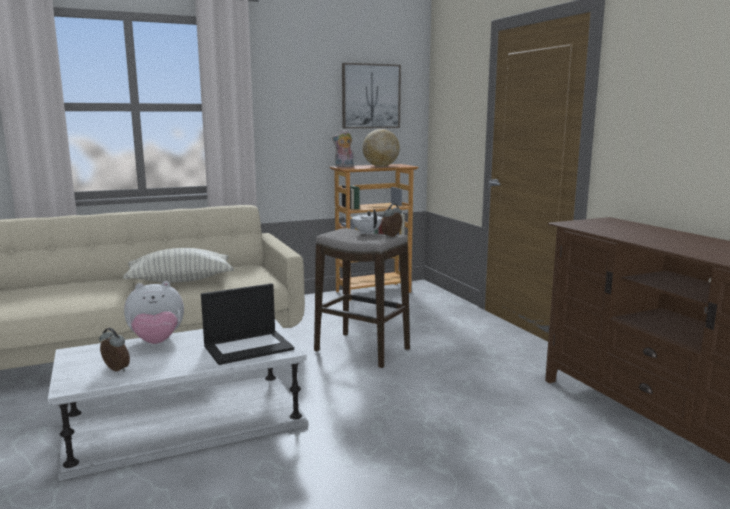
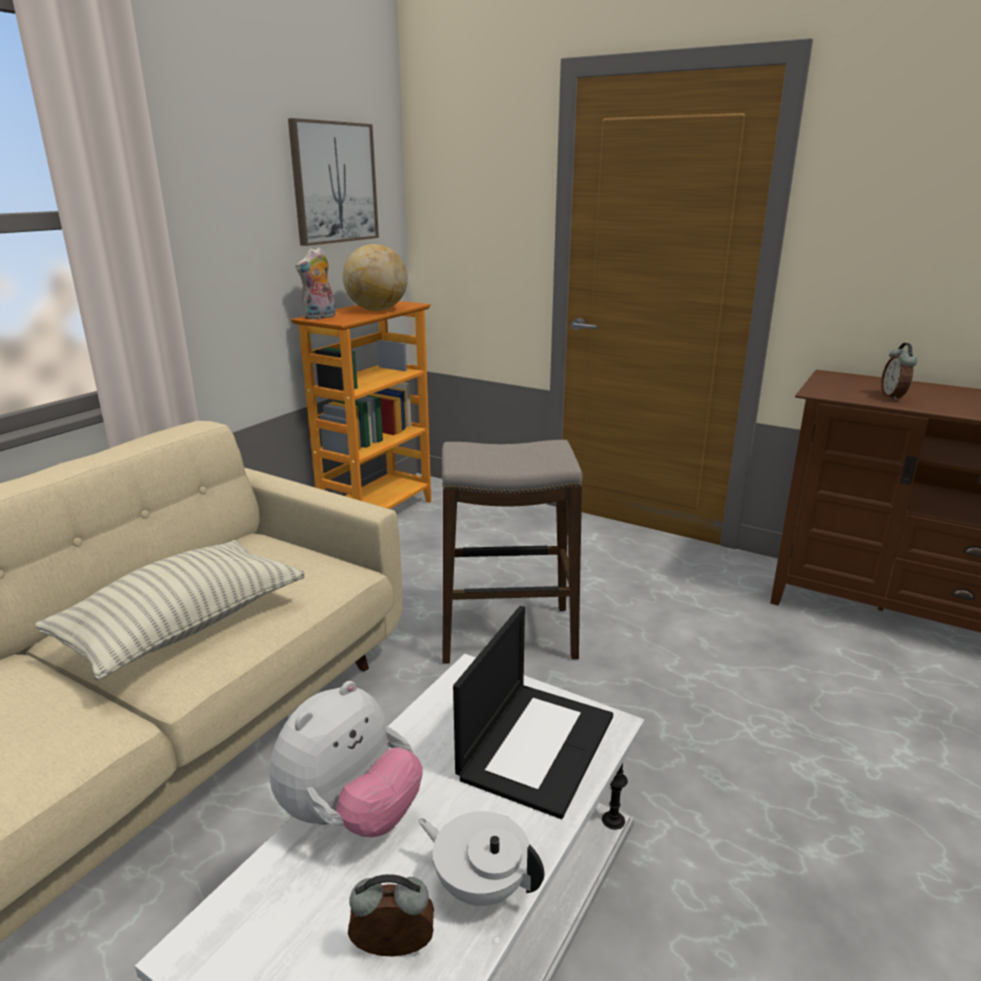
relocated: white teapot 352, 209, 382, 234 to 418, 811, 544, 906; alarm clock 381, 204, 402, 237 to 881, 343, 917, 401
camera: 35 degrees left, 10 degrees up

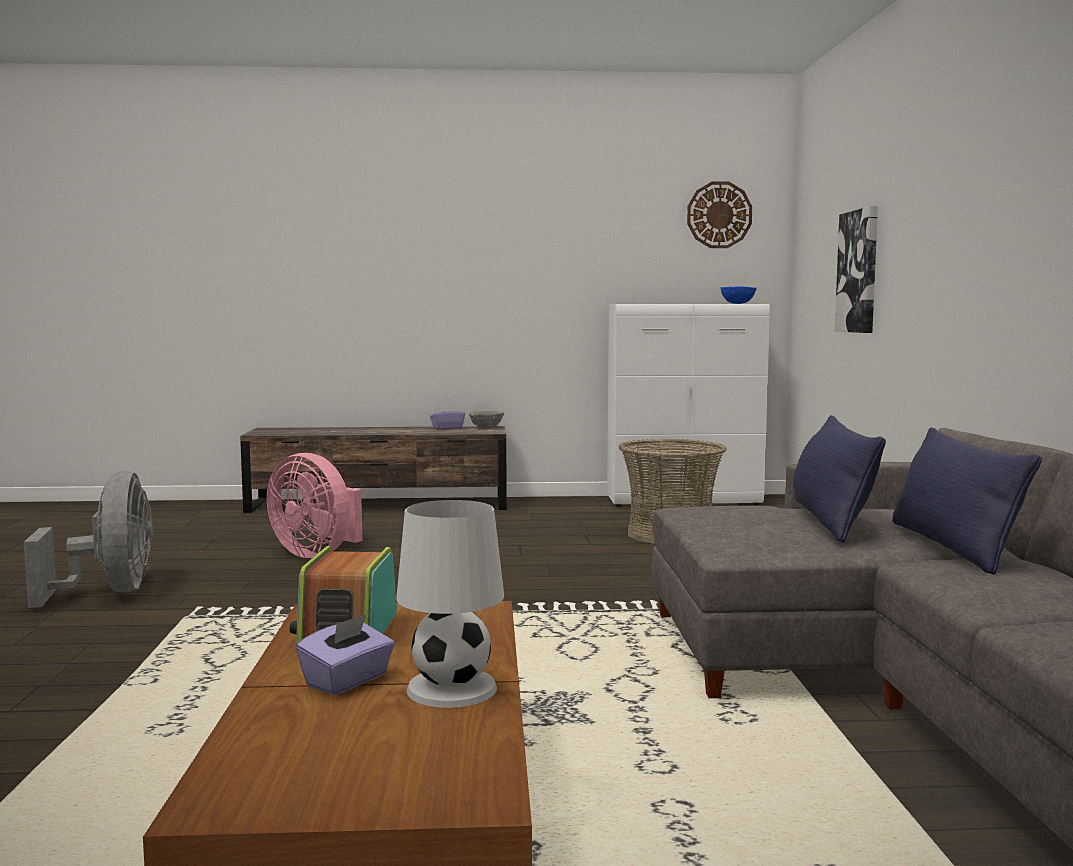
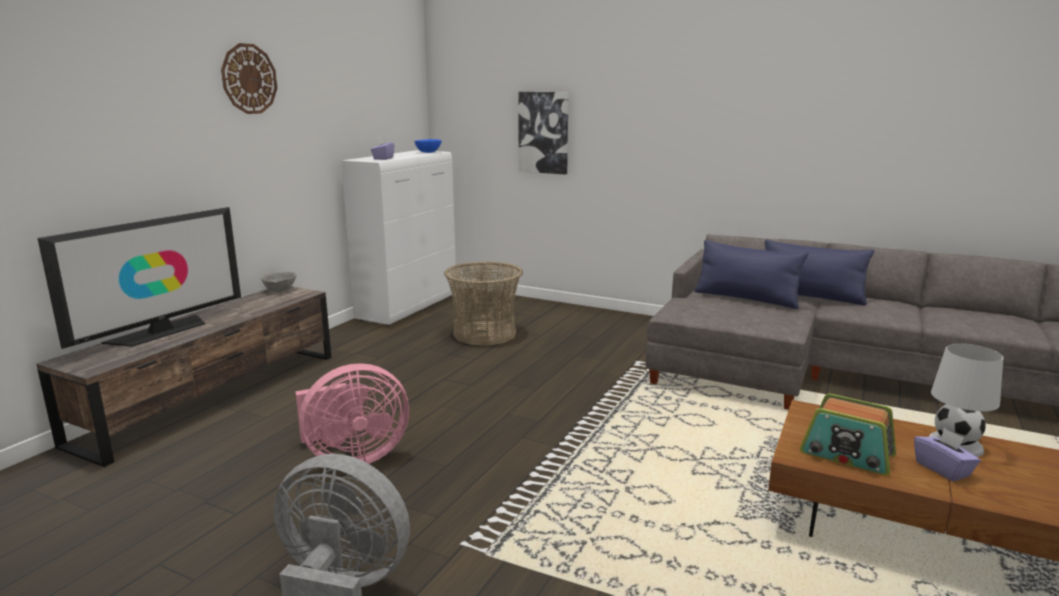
appeared: television 38, 207, 241, 349
relocated: purple tissue box 430, 404, 465, 430 to 371, 137, 394, 160; wall clock 687, 181, 752, 248 to 221, 43, 277, 114
camera: 60 degrees left, 10 degrees up

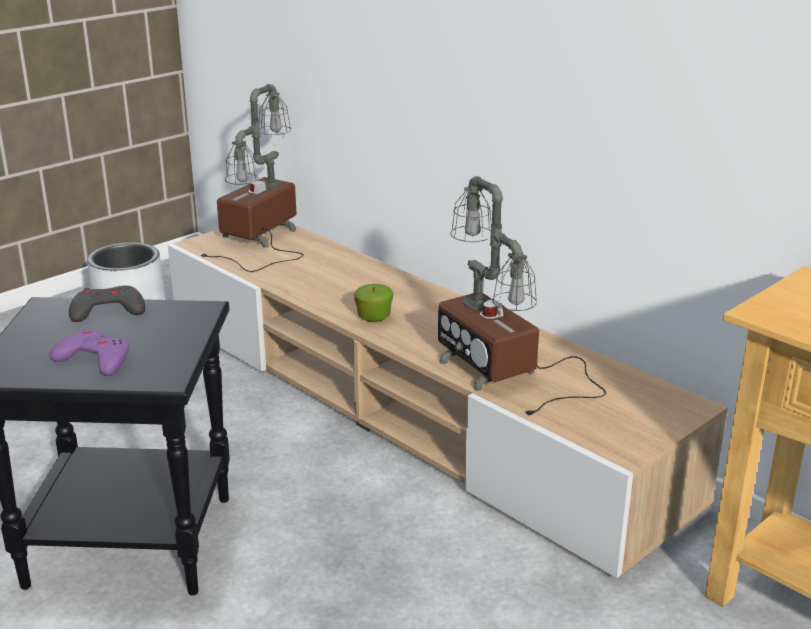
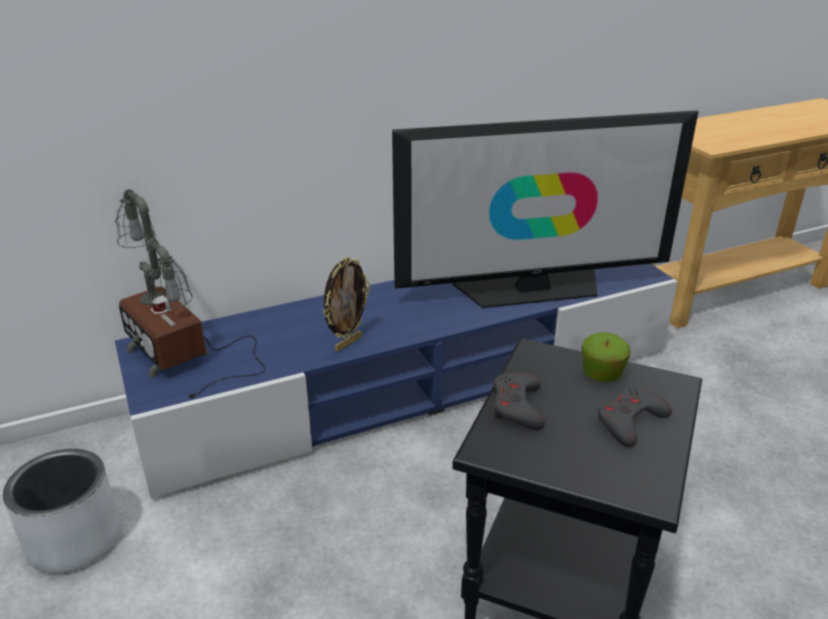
appeared: picture frame 323, 257, 370, 352
relocated: apple 354, 284, 393, 322 to 582, 332, 631, 382
exchanged: table lamp 438, 176, 606, 416 to television 392, 110, 699, 308
colour: purple game controller 50, 329, 130, 376 to grey game controller 598, 387, 672, 447; beige tv stand 168, 225, 728, 578 to blue tv stand 115, 264, 678, 498
camera: 70 degrees left, 5 degrees up

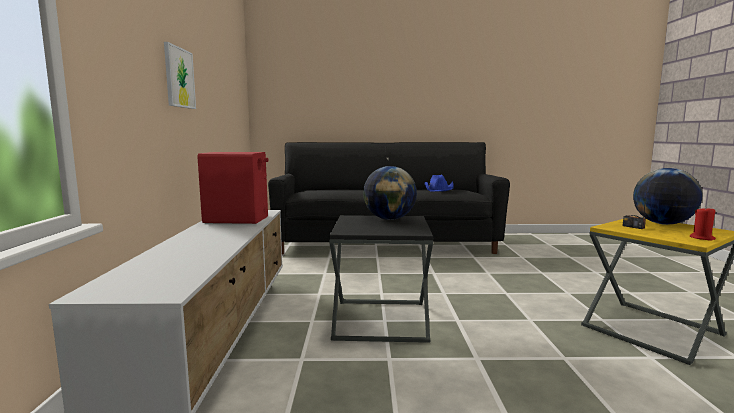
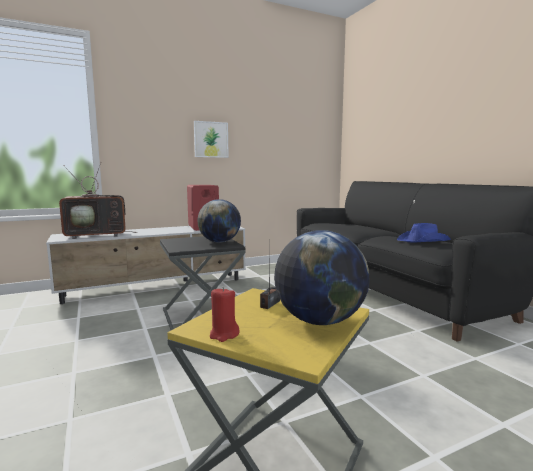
appeared: television 59, 163, 137, 239
camera: 65 degrees right, 0 degrees up

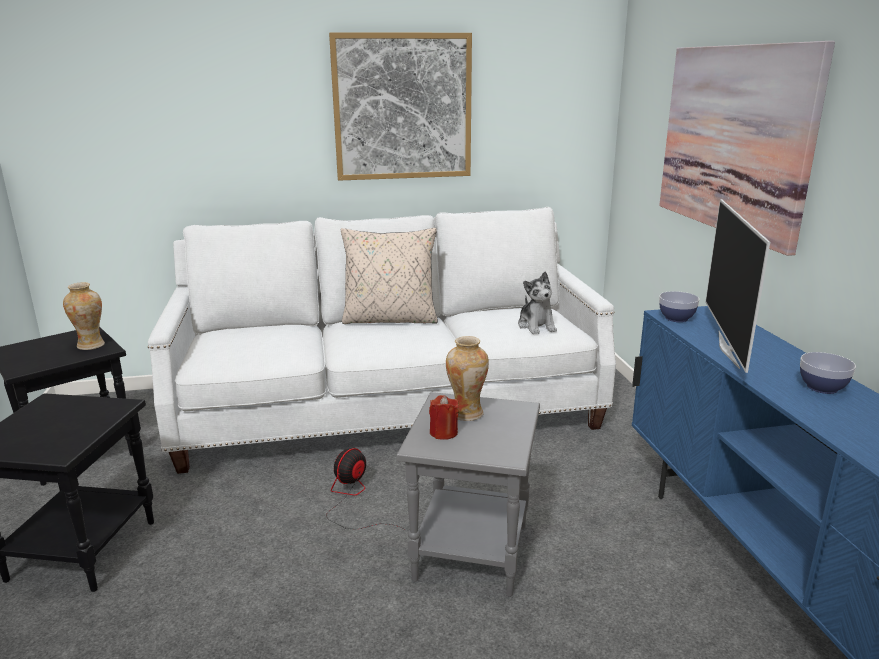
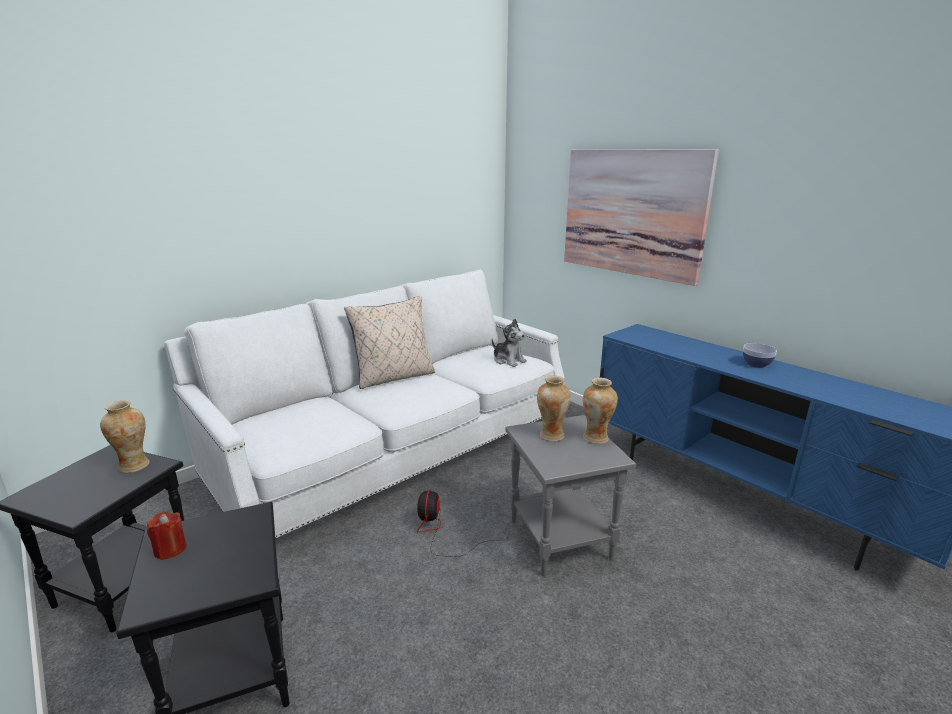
missing: picture 329, 32, 472, 181; bowl 659, 291, 699, 322; television 705, 199, 770, 373
appeared: vase 583, 378, 618, 444
relocated: red candle 429, 395, 459, 440 to 147, 512, 187, 560
camera: 30 degrees left, 0 degrees up

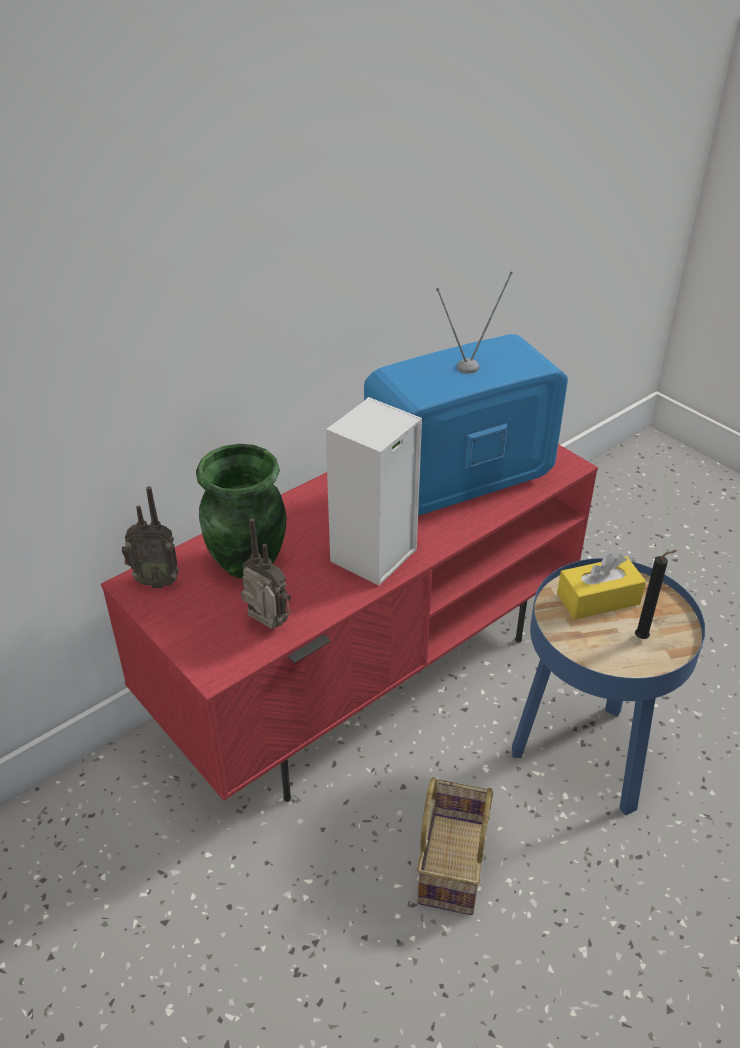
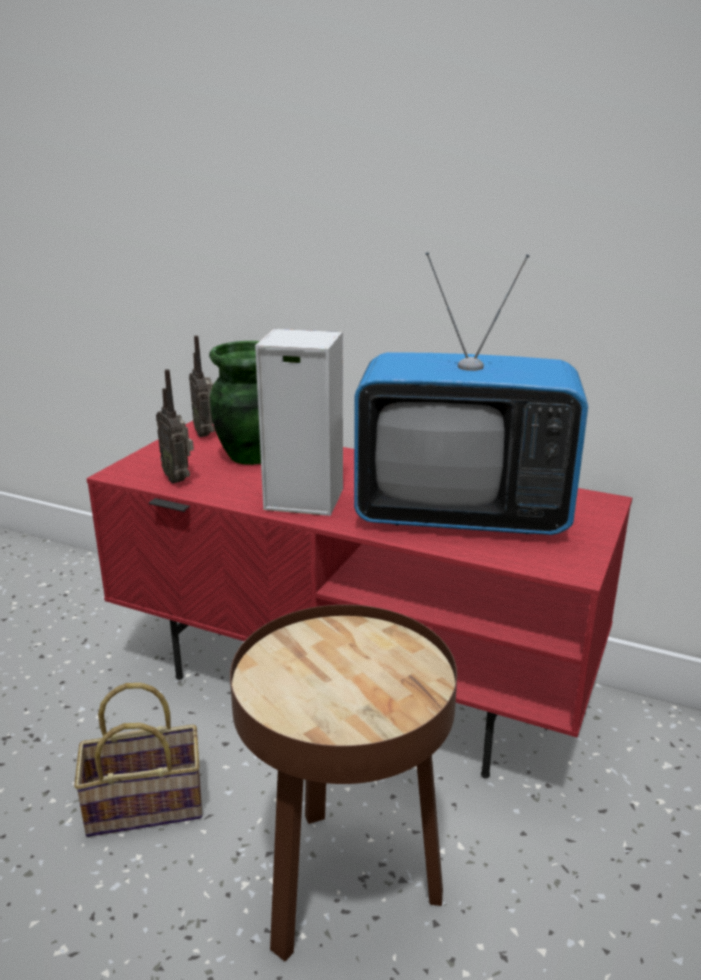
missing: yellow tissue box 557, 554, 646, 620; black candle 635, 550, 677, 639
colour: blue side table 512, 558, 705, 815 to brown side table 230, 605, 457, 961
spun: radio 241, 518, 291, 629 = 156, 369, 194, 484 135 degrees clockwise; television 364, 271, 568, 516 = 354, 252, 588, 535 150 degrees clockwise
camera: 65 degrees right, 15 degrees down

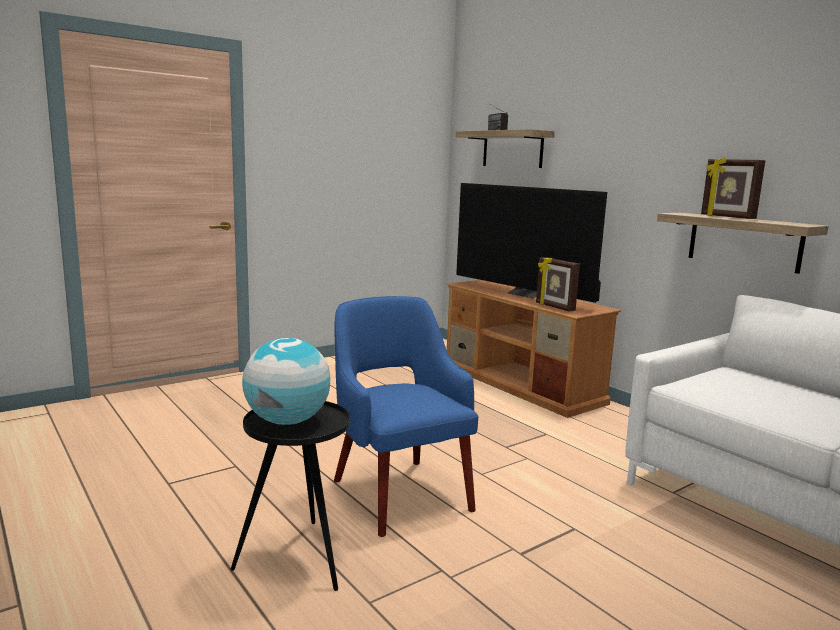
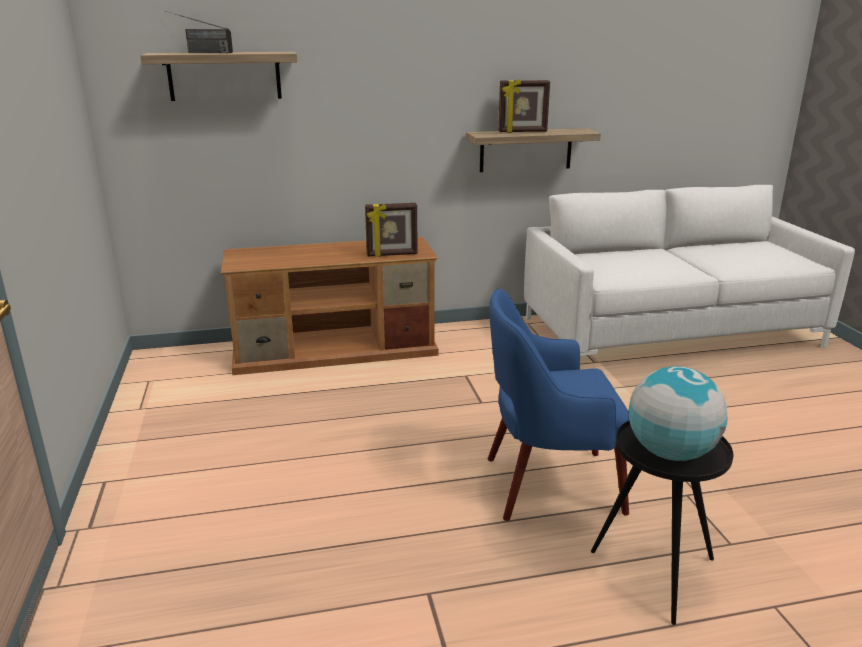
missing: television 456, 183, 607, 303
camera: 65 degrees left, 10 degrees up

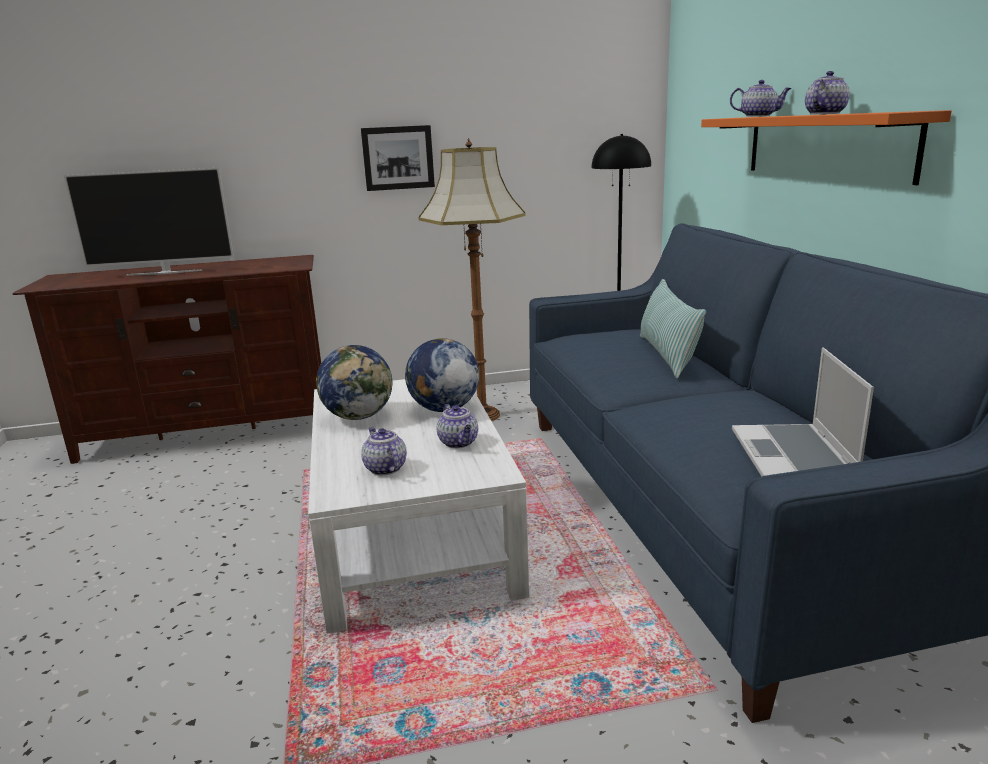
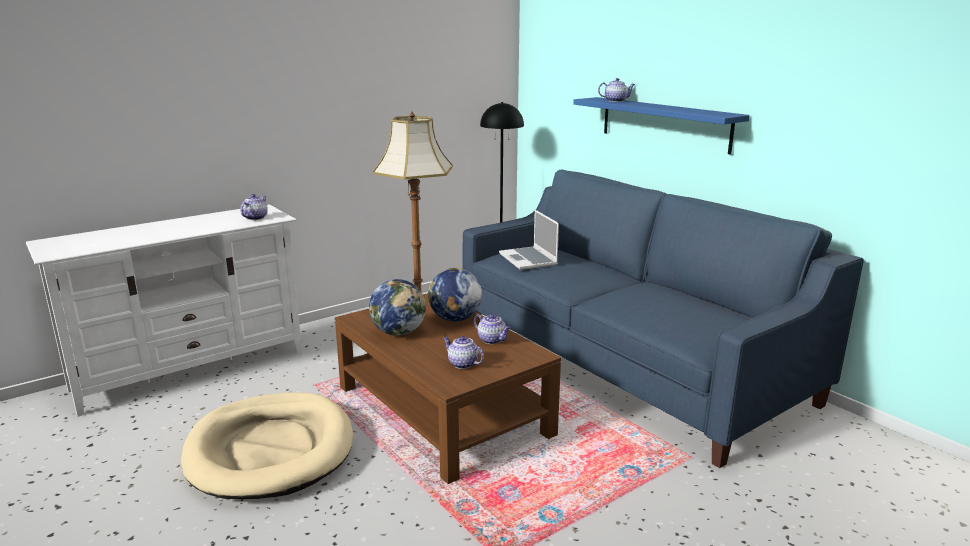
missing: television 63, 168, 234, 276; picture 361, 125, 435, 191; pillow 640, 279, 706, 379
appeared: beige dog bed 181, 392, 353, 499
relocated: laptop 732, 348, 874, 476 to 499, 210, 559, 270; teapot 805, 71, 850, 115 to 240, 194, 268, 220
colour: brown tv stand 13, 255, 321, 464 to white tv stand 26, 204, 302, 417; white coffee table 308, 379, 529, 634 to brown coffee table 335, 293, 561, 484; orange shelf 701, 110, 952, 185 to blue shelf 573, 97, 750, 155
camera: 25 degrees left, 0 degrees up

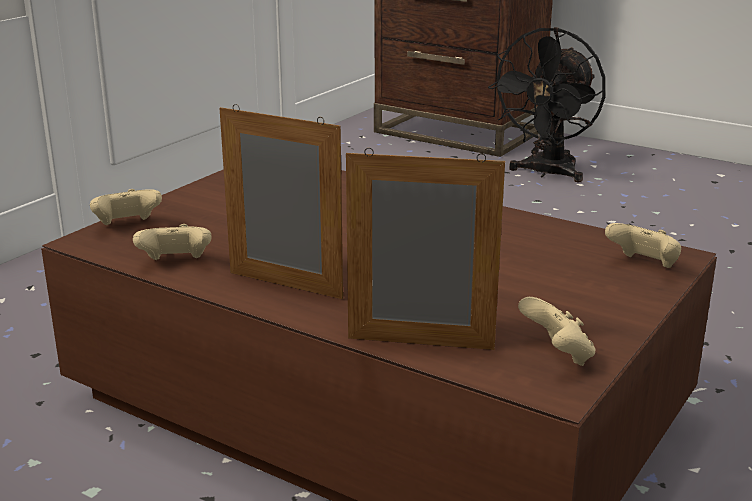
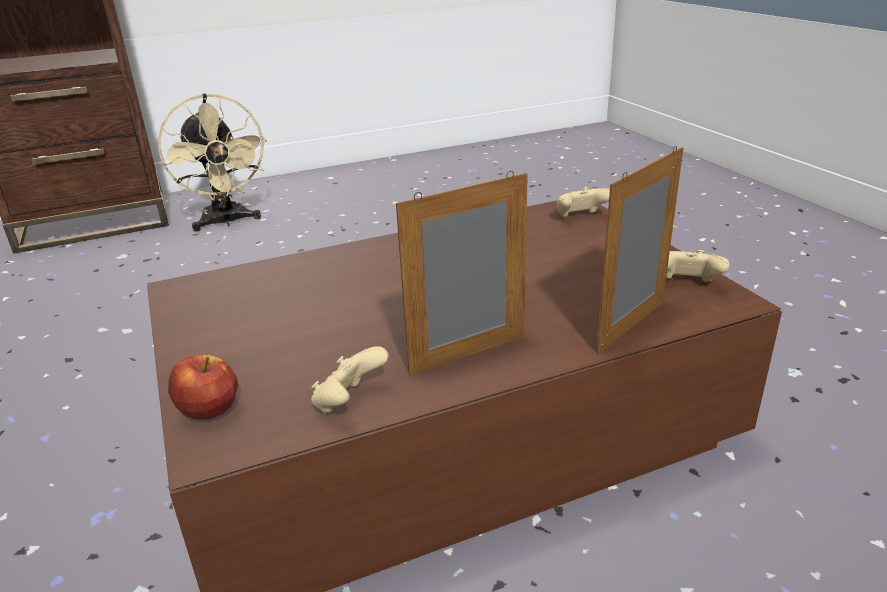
exchanged: beige game controller 90, 189, 162, 225 to apple 168, 354, 238, 419
colour: black fan 488, 27, 605, 182 to beige fan 158, 93, 267, 231
camera: 55 degrees left, 5 degrees up

